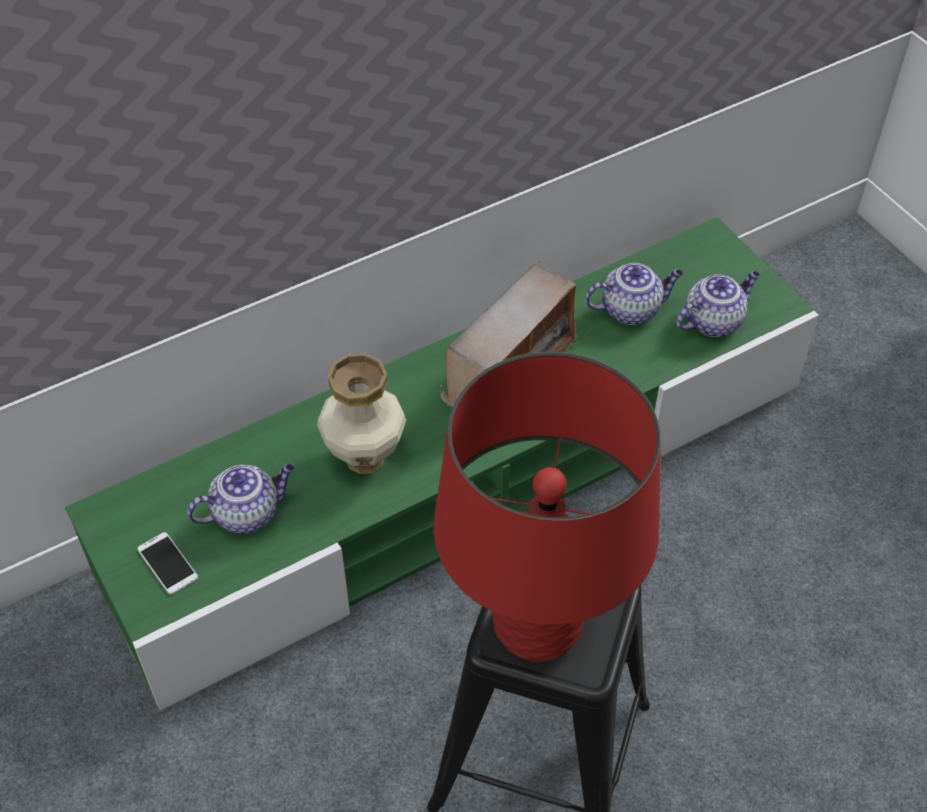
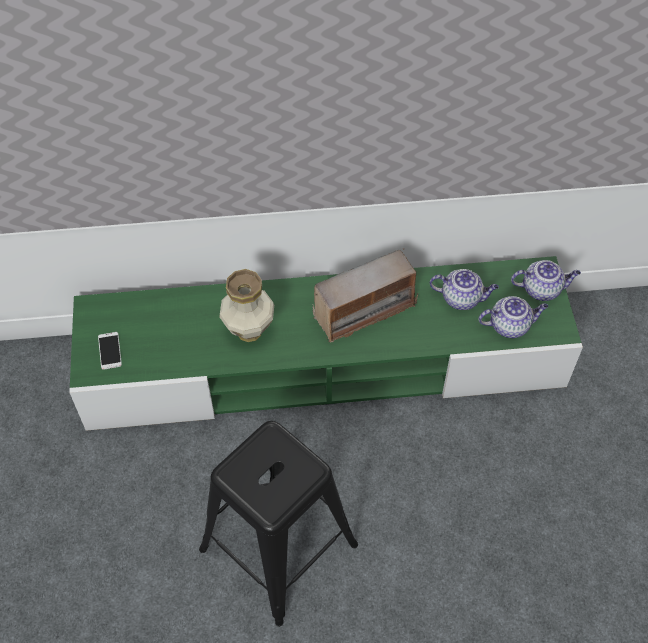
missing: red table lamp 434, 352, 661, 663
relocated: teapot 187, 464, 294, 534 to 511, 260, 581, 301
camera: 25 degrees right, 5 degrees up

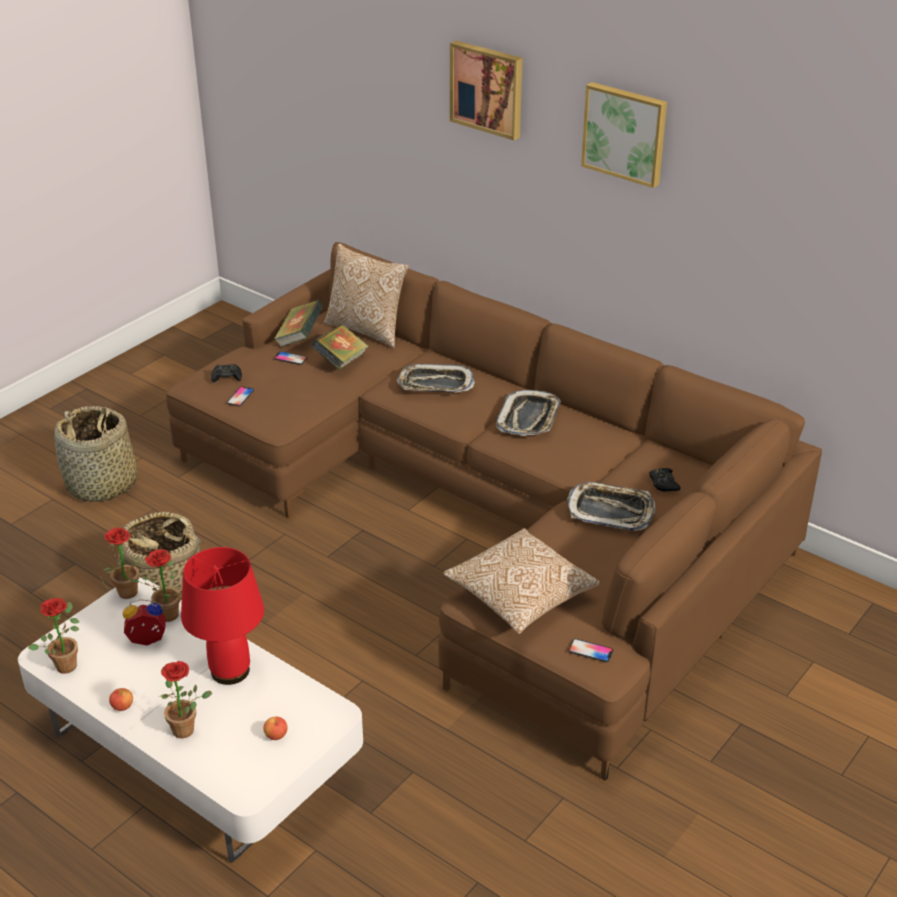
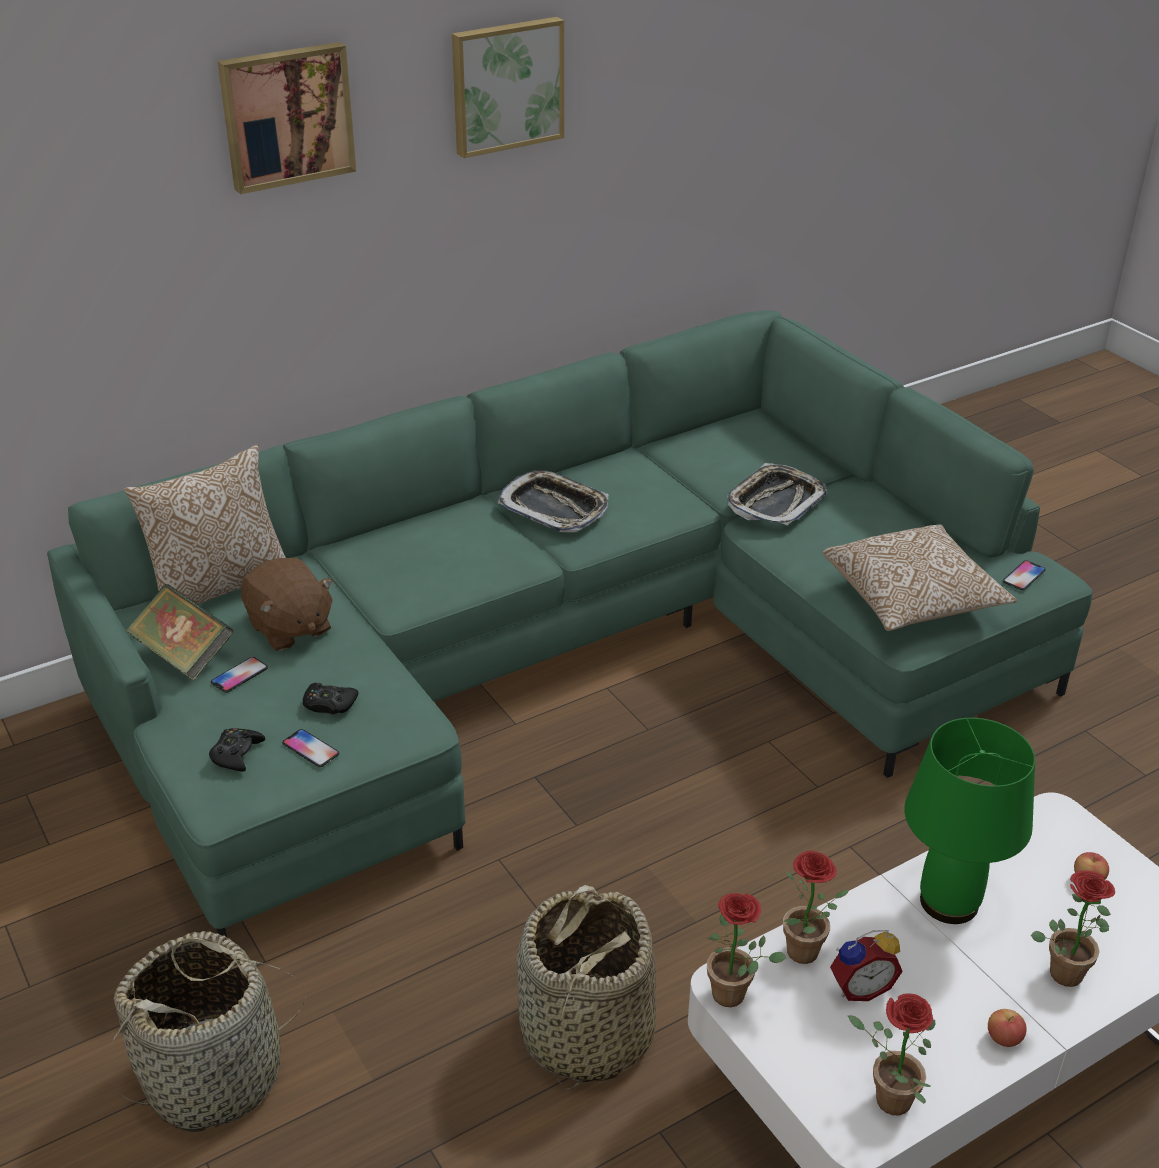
missing: tray 397, 364, 475, 393
relocated: black game controller 649, 468, 681, 492 to 303, 683, 359, 714
exchanged: book 311, 324, 369, 369 to brown plush toy 241, 558, 334, 651
colour: brown sofa 166, 242, 822, 781 to green sofa 47, 310, 1093, 937; red table lamp 181, 547, 264, 685 to green table lamp 904, 718, 1035, 924
spun: alarm clock 123, 599, 166, 645 = 830, 930, 903, 1001 120 degrees counterclockwise
camera: 70 degrees left, 0 degrees up

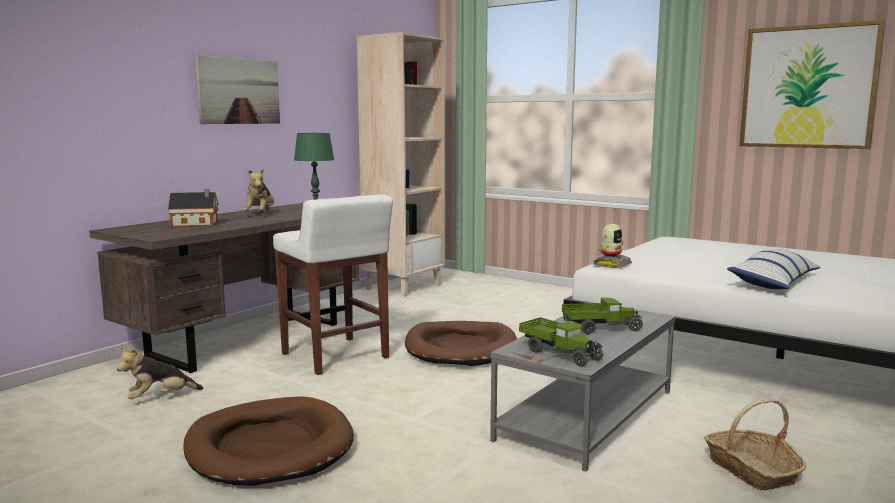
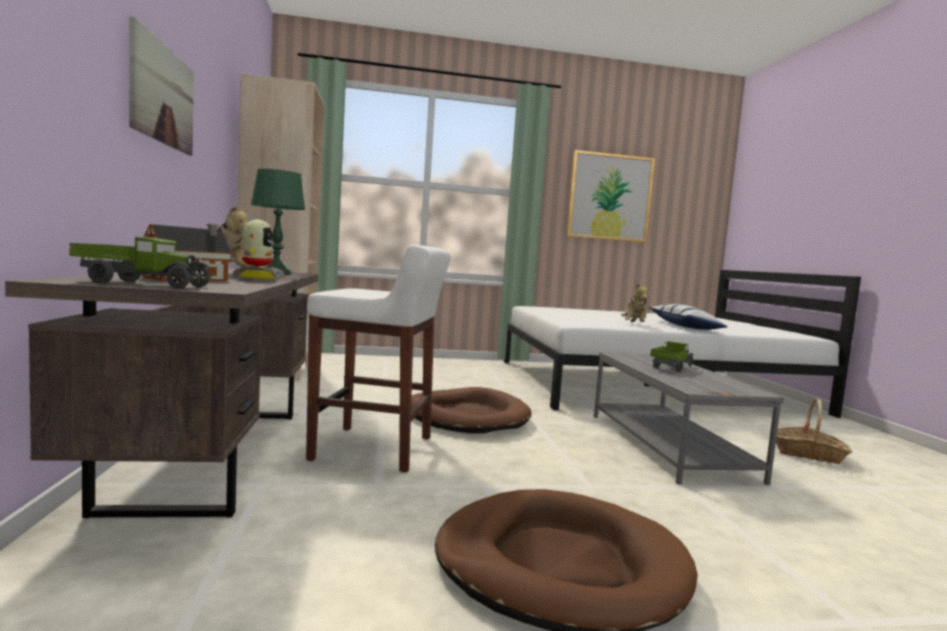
relocated: plush toy 117, 347, 203, 399 to 621, 283, 649, 322; toy truck 519, 317, 604, 367 to 69, 237, 212, 289; toy robot 593, 224, 632, 268 to 232, 220, 286, 281
camera: 45 degrees left, 5 degrees down

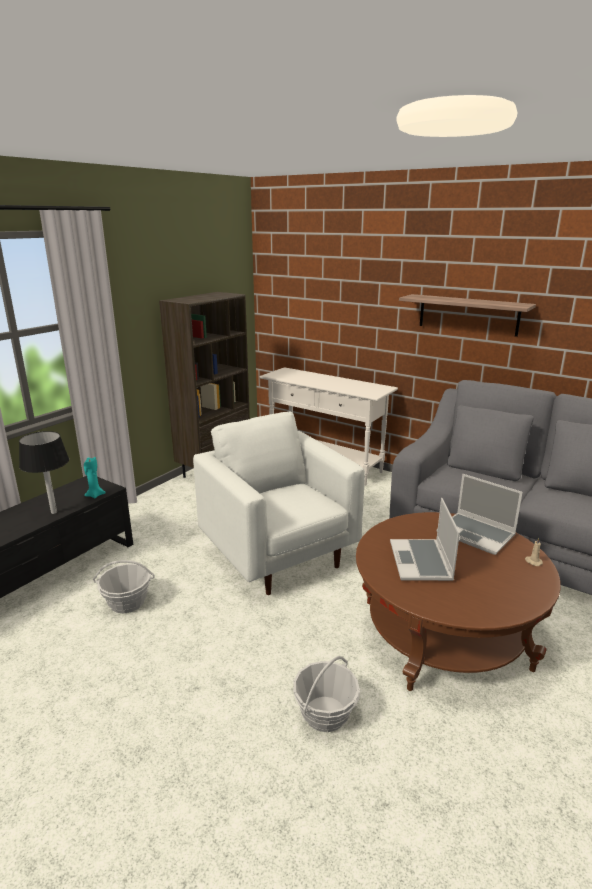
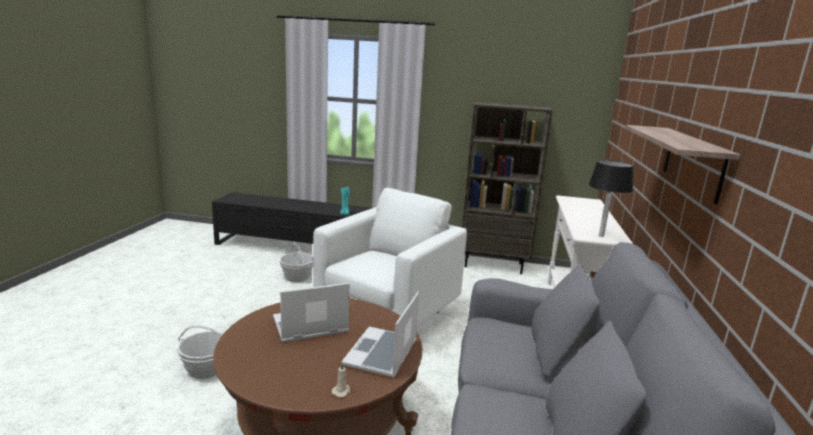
relocated: black table lamp 19, 431, 69, 514 to 588, 160, 634, 237
camera: 65 degrees right, 5 degrees down

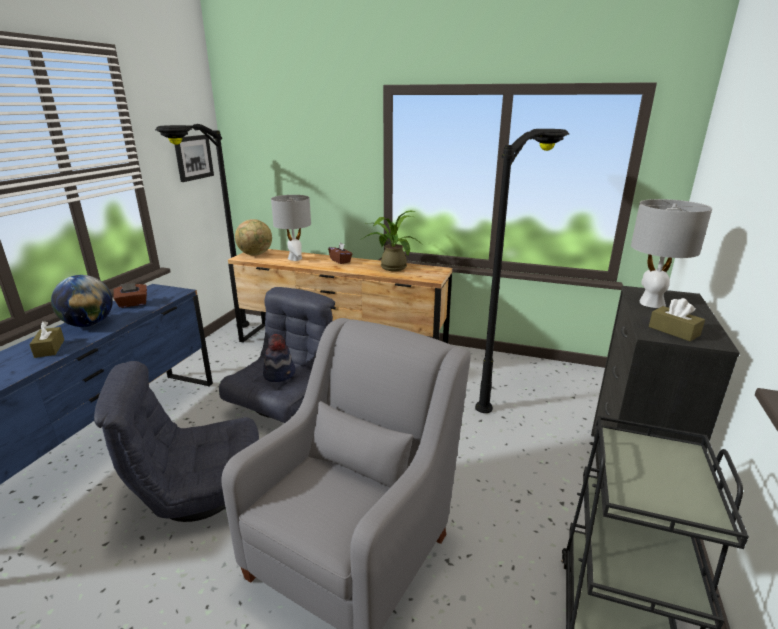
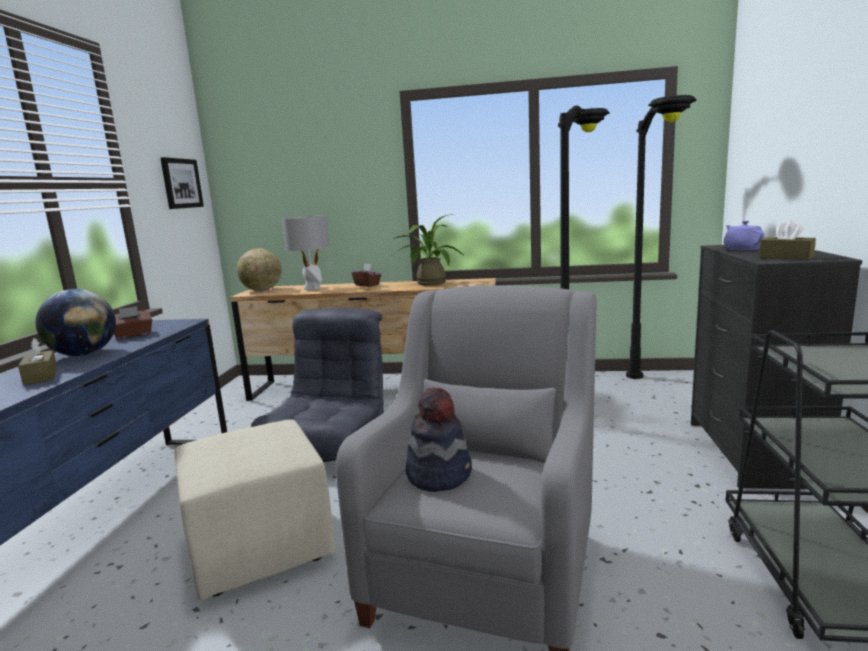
relocated: black floor lamp 155, 124, 249, 328 to 626, 95, 697, 379; hat 263, 334, 295, 382 to 406, 387, 472, 492
exchanged: grey armchair 94, 361, 259, 522 to beige ottoman 174, 420, 336, 600; grey table lamp 631, 199, 712, 308 to purple teapot 724, 221, 765, 251
camera: 10 degrees left, 10 degrees down

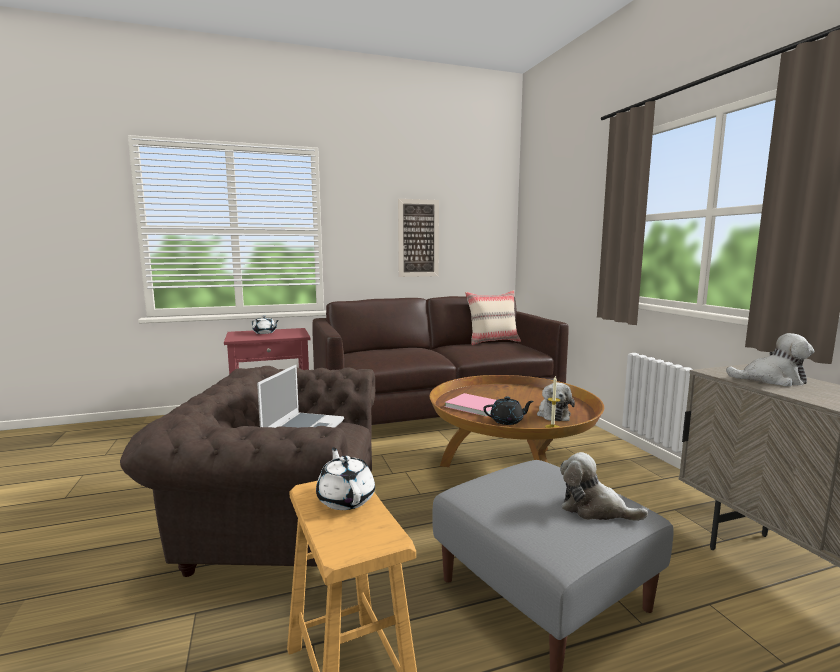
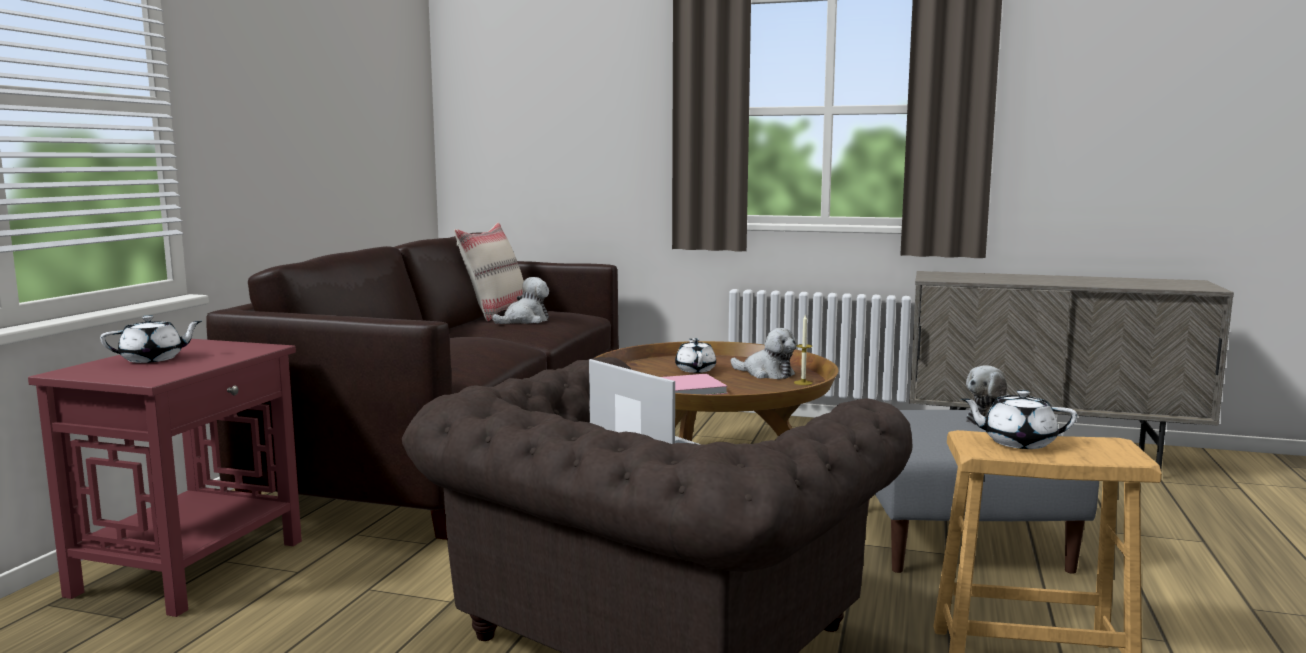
missing: picture 398, 199, 439, 277; black teapot 483, 397, 534, 425
appeared: white teapot 675, 338, 716, 373
relocated: plush toy 726, 333, 814, 386 to 492, 277, 549, 324
camera: 55 degrees left, 0 degrees up

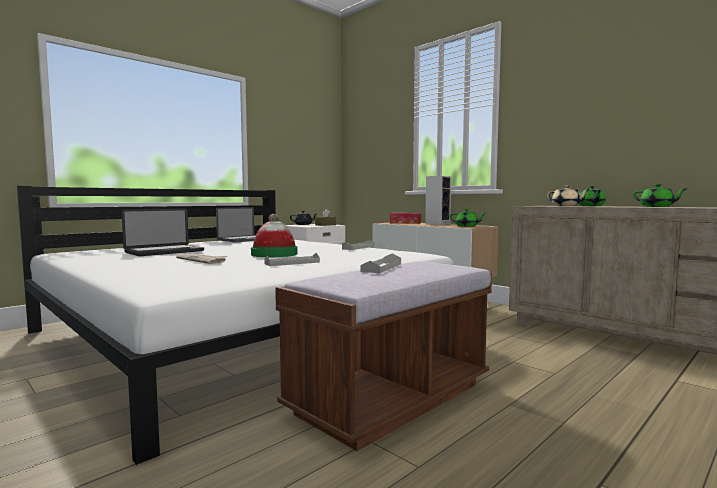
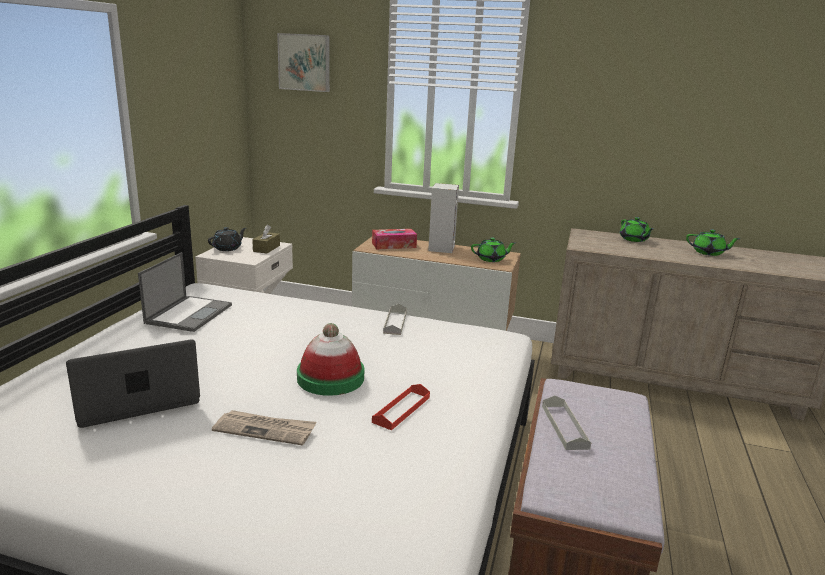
missing: beige teapot 547, 185, 590, 206
appeared: picture 277, 33, 330, 92
colour: grey tray 265, 253, 320, 266 to red tray 372, 384, 430, 430
spun: laptop 121, 208, 204, 256 = 66, 339, 200, 428 135 degrees counterclockwise
camera: 30 degrees left, 15 degrees up

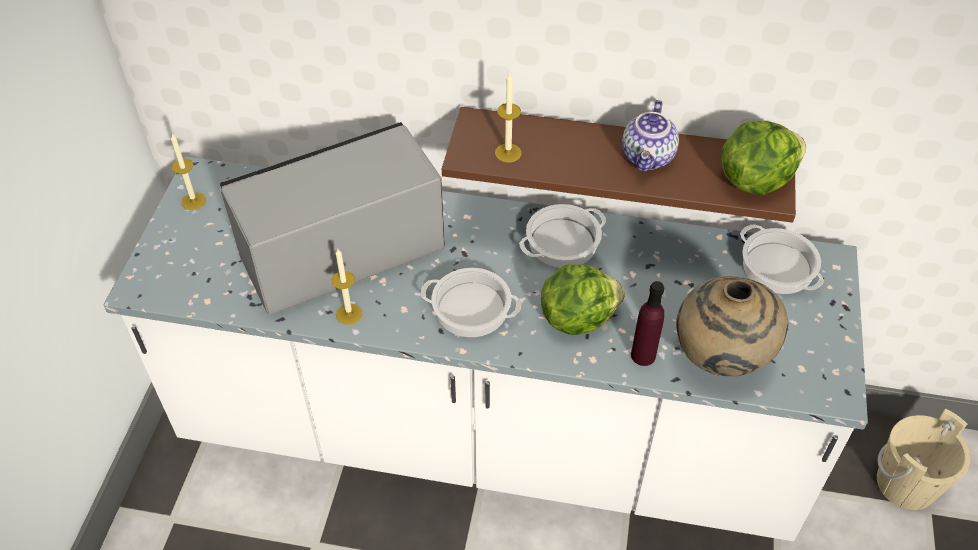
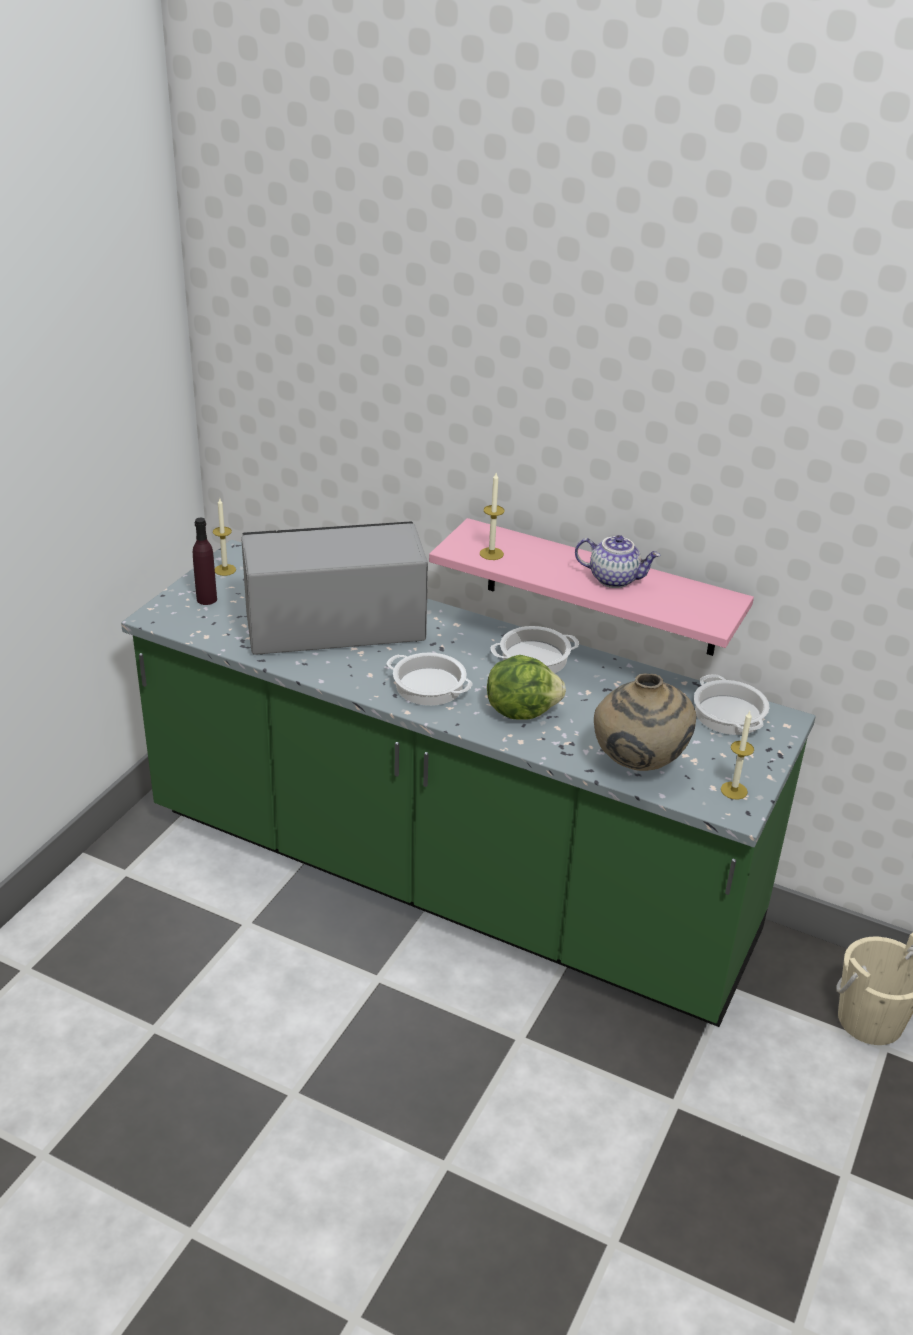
missing: lettuce 721, 121, 806, 195
relocated: candle 331, 249, 363, 325 to 721, 711, 754, 800; purple bottle 631, 281, 664, 366 to 193, 517, 217, 605
colour: white counter 103, 156, 868, 541 to green counter 121, 540, 816, 1027; brown shelf 442, 107, 796, 223 to pink shelf 429, 518, 754, 656
spun: teapot 622, 100, 679, 171 = 575, 535, 660, 588 105 degrees counterclockwise
camera: 15 degrees right, 15 degrees down

